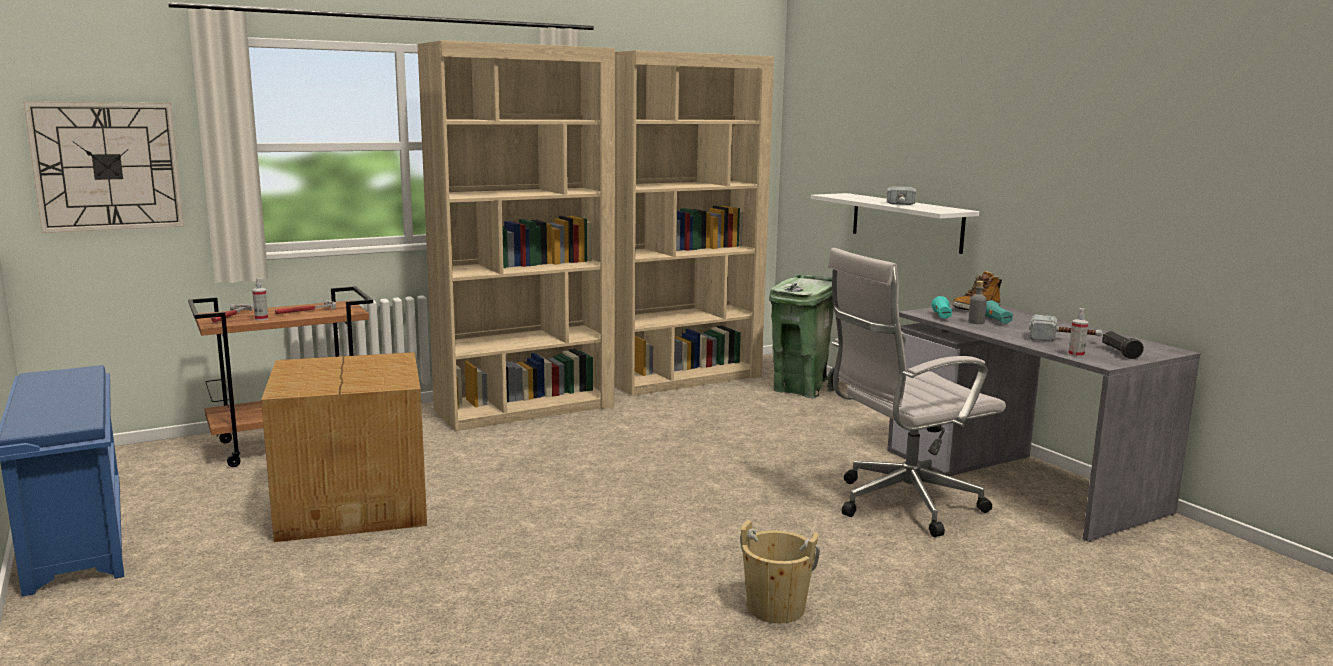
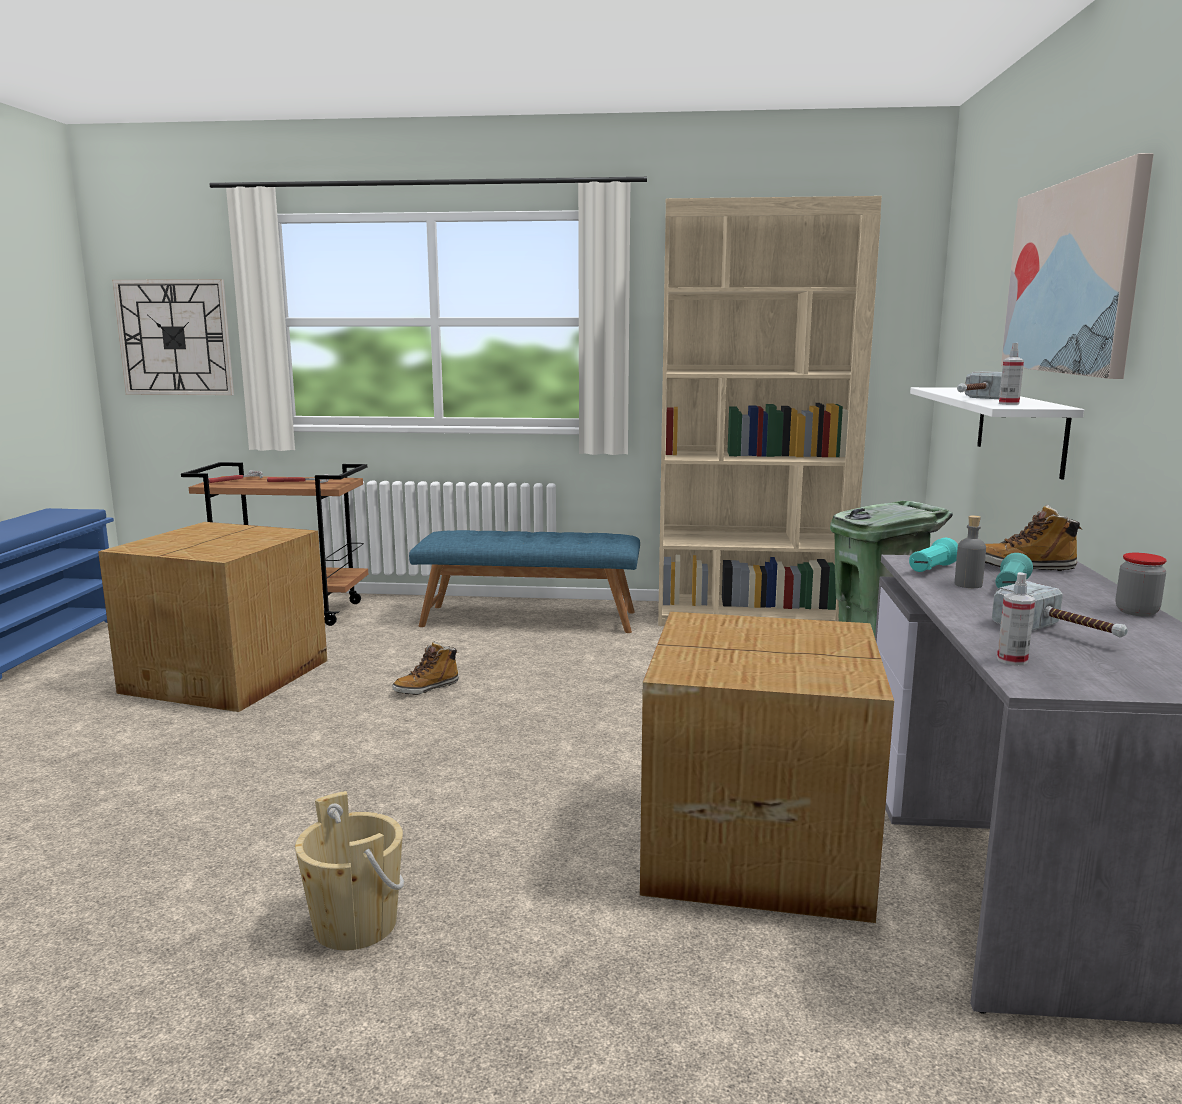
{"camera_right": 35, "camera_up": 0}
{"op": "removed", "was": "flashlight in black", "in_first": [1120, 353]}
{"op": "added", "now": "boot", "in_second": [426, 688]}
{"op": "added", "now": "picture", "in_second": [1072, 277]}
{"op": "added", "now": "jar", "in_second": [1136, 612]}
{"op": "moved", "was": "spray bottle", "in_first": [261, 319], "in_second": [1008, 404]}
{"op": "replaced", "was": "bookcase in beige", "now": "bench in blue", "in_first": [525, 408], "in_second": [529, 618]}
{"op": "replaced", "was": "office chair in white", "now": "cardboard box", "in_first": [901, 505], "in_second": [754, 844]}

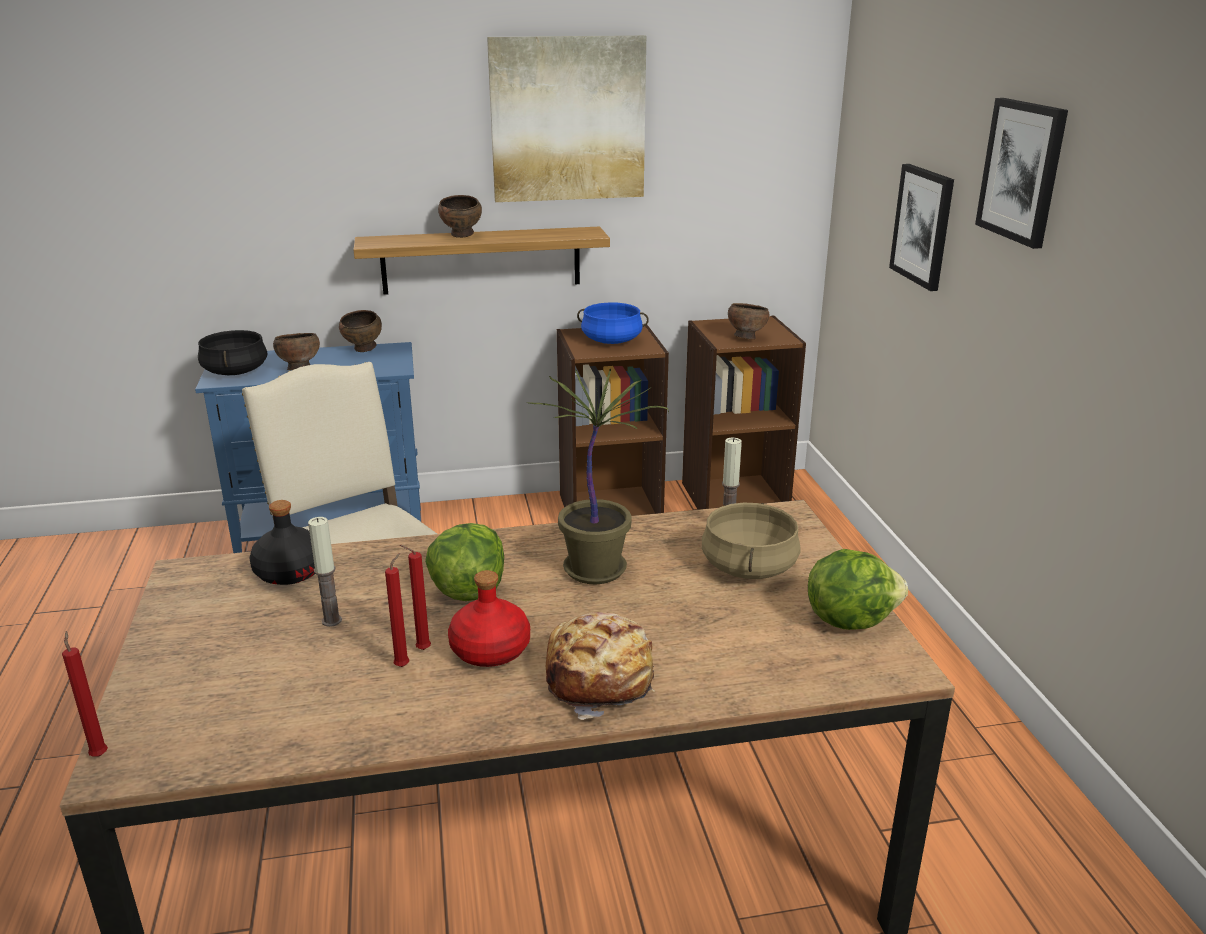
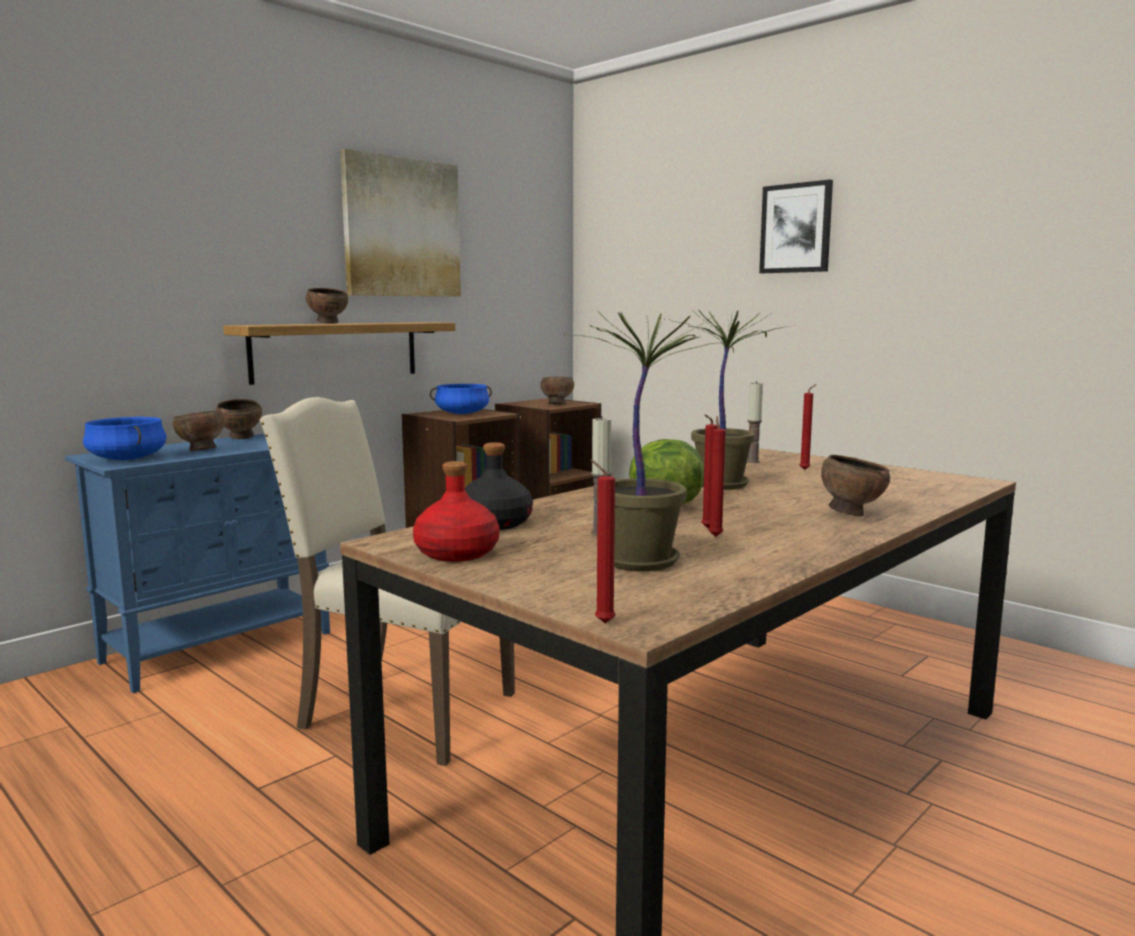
{"camera_right": -35, "camera_up": -15}
{"op": "removed", "was": "lettuce", "in_first": [849, 619]}
{"op": "removed", "was": "picture", "in_first": [923, 226]}
{"op": "added", "now": "potted plant", "in_second": [643, 561]}
{"op": "moved", "was": "bottle in red", "in_first": [490, 650], "in_second": [457, 553]}
{"op": "replaced", "was": "bread", "now": "bowl in brown", "in_first": [601, 679], "in_second": [851, 514]}
{"op": "replaced", "was": "cooking pot in beige", "now": "candle in red", "in_first": [749, 567], "in_second": [806, 469]}
{"op": "recoloured", "was": "cooking pot in black", "now": "cooking pot in blue", "in_first": [235, 371], "in_second": [126, 459]}

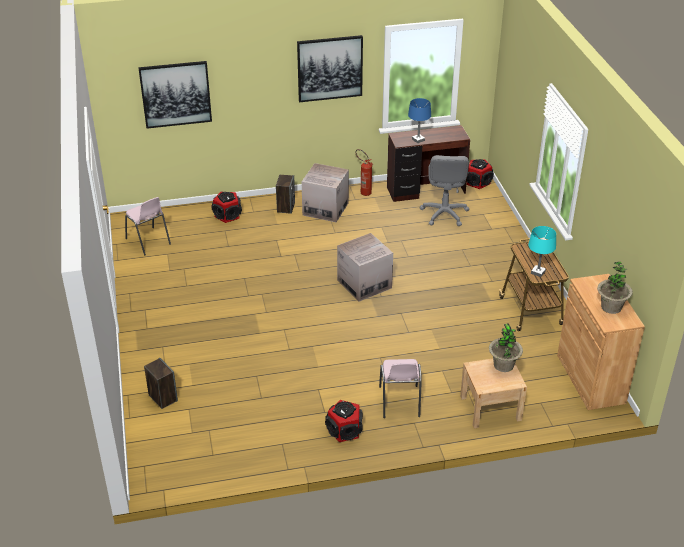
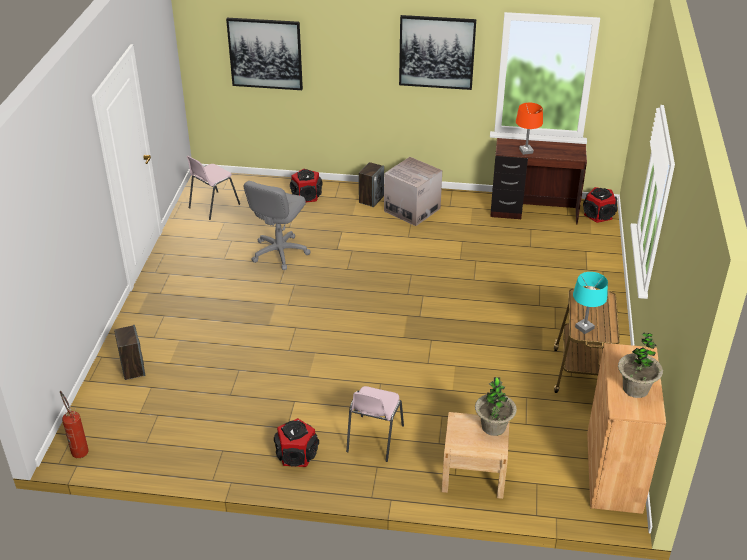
{"camera_right": 20, "camera_up": 0}
{"op": "removed", "was": "cardboard box", "in_first": [364, 284]}
{"op": "moved", "was": "fire extinguisher", "in_first": [363, 192], "in_second": [78, 449]}
{"op": "moved", "was": "office chair in grey", "in_first": [444, 214], "in_second": [279, 252]}
{"op": "recoloured", "was": "table lamp in blue", "now": "table lamp in orange", "in_first": [418, 140], "in_second": [526, 151]}
{"op": "turned", "was": "chair in pink", "in_first": [148, 241], "in_second": [213, 206], "clockwise": 60}

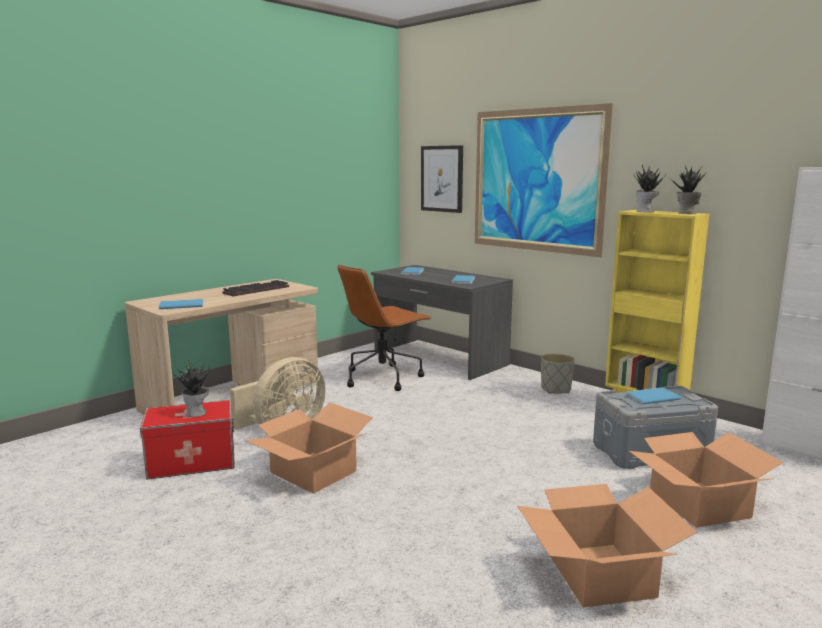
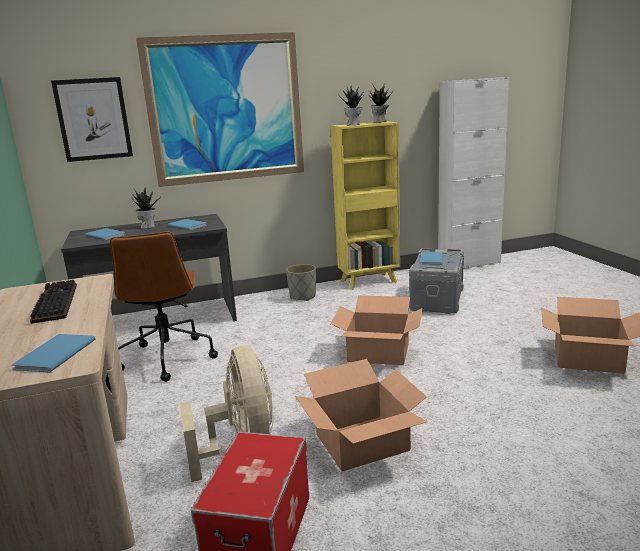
{"camera_right": -60, "camera_up": 5}
{"op": "moved", "was": "potted plant", "in_first": [197, 413], "in_second": [148, 226]}
{"op": "moved", "was": "cardboard box", "in_first": [698, 504], "in_second": [378, 352]}

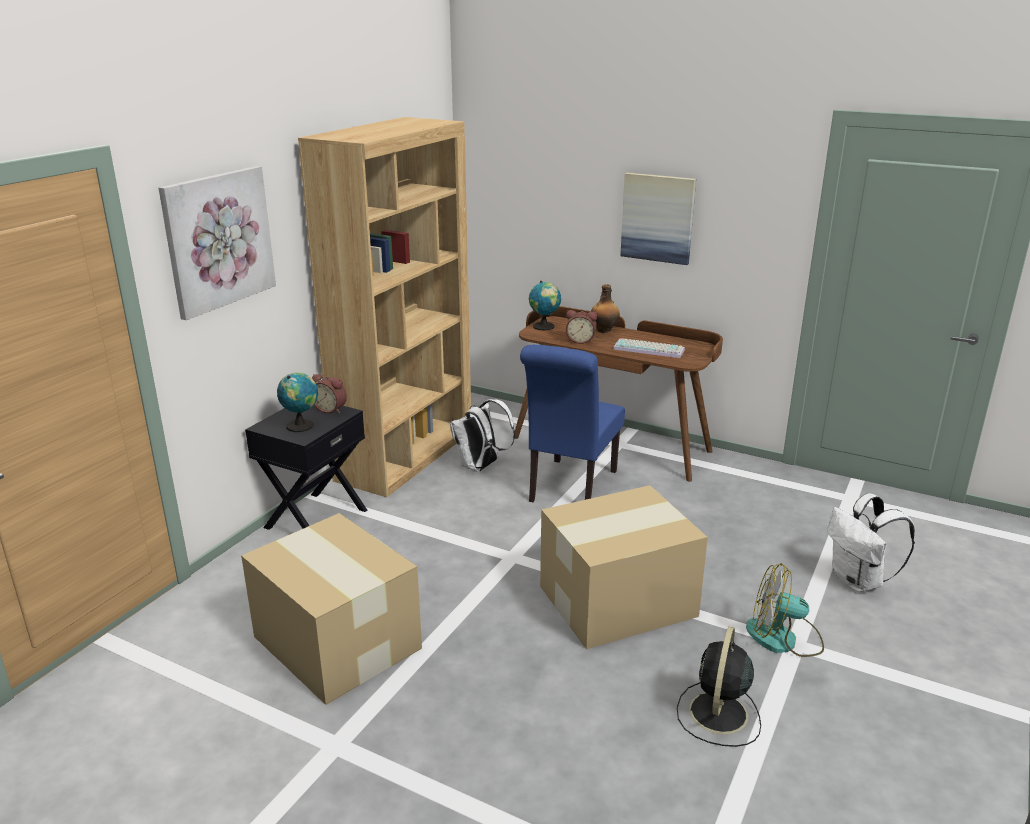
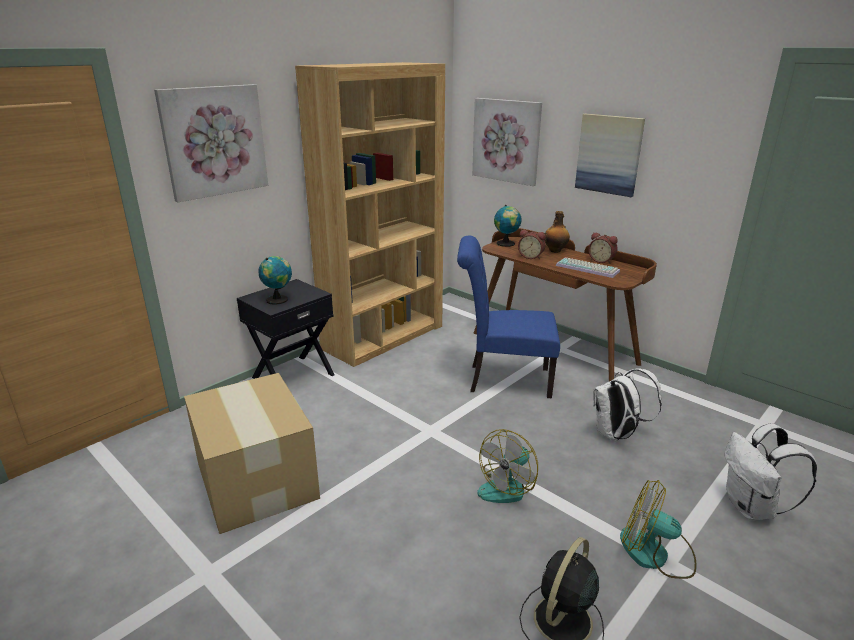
{"camera_right": 15, "camera_up": 0}
{"op": "added", "now": "picture", "in_second": [506, 141]}
{"op": "moved", "was": "alarm clock", "in_first": [331, 409], "in_second": [602, 260]}
{"op": "moved", "was": "backpack in white", "in_first": [480, 467], "in_second": [616, 434]}
{"op": "replaced", "was": "cardboard box", "now": "fan", "in_first": [619, 601], "in_second": [508, 486]}
{"op": "turned", "was": "chair in blue", "in_first": [570, 488], "in_second": [503, 380], "clockwise": 60}

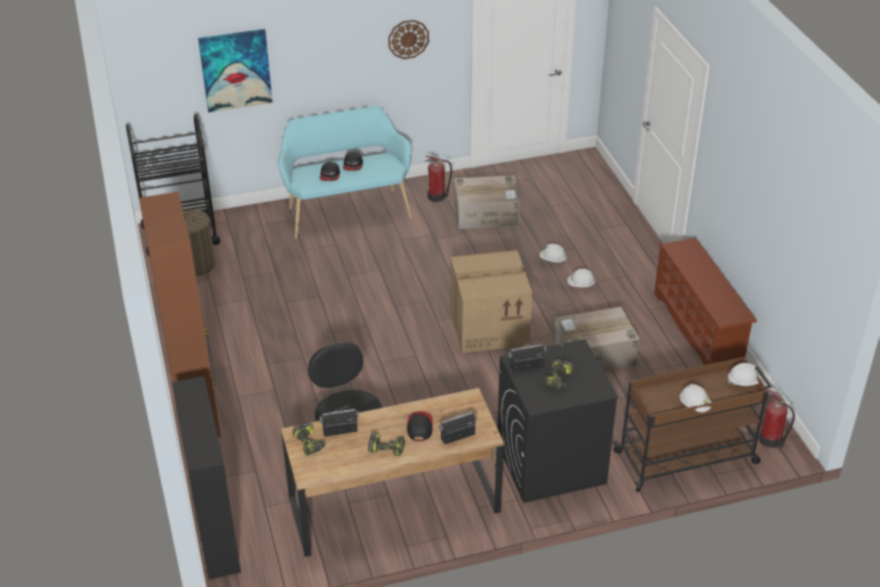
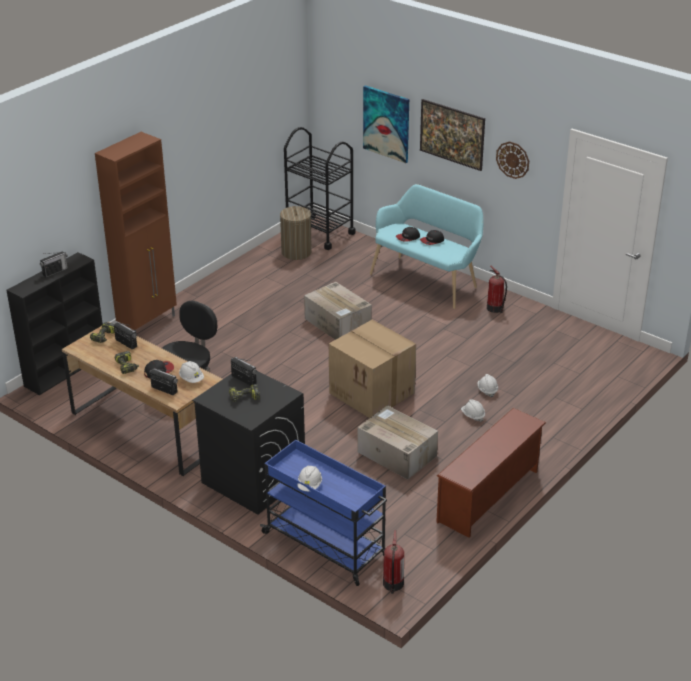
{"camera_right": 55, "camera_up": -5}
{"op": "added", "now": "radio", "in_second": [55, 272]}
{"op": "added", "now": "picture", "in_second": [451, 147]}
{"op": "moved", "was": "cardboard box", "in_first": [487, 214], "in_second": [338, 323]}
{"op": "moved", "was": "hard hat in white", "in_first": [743, 382], "in_second": [191, 379]}
{"op": "recoloured", "was": "cart in brown", "now": "cart in blue", "in_first": [687, 457], "in_second": [327, 545]}

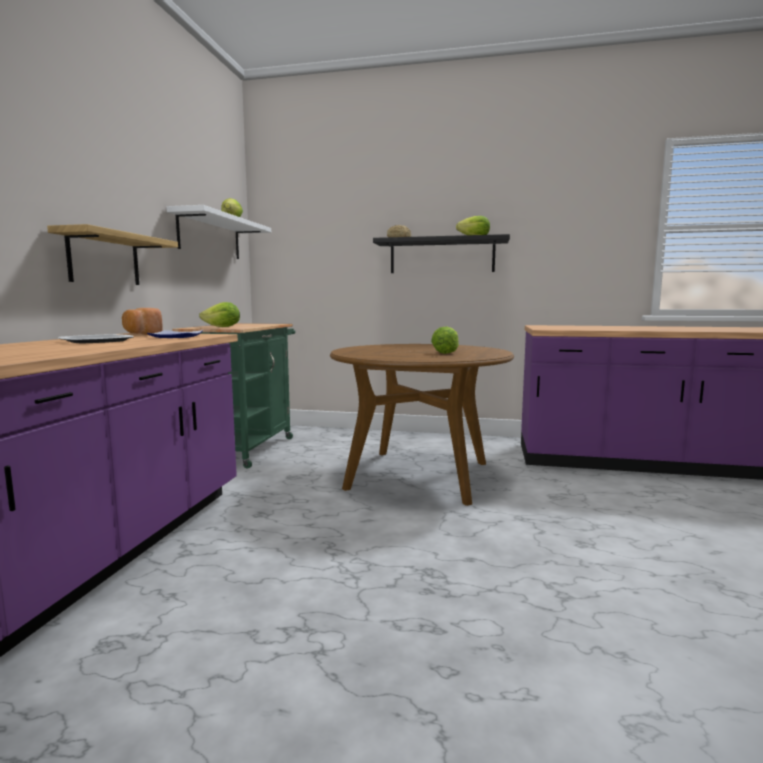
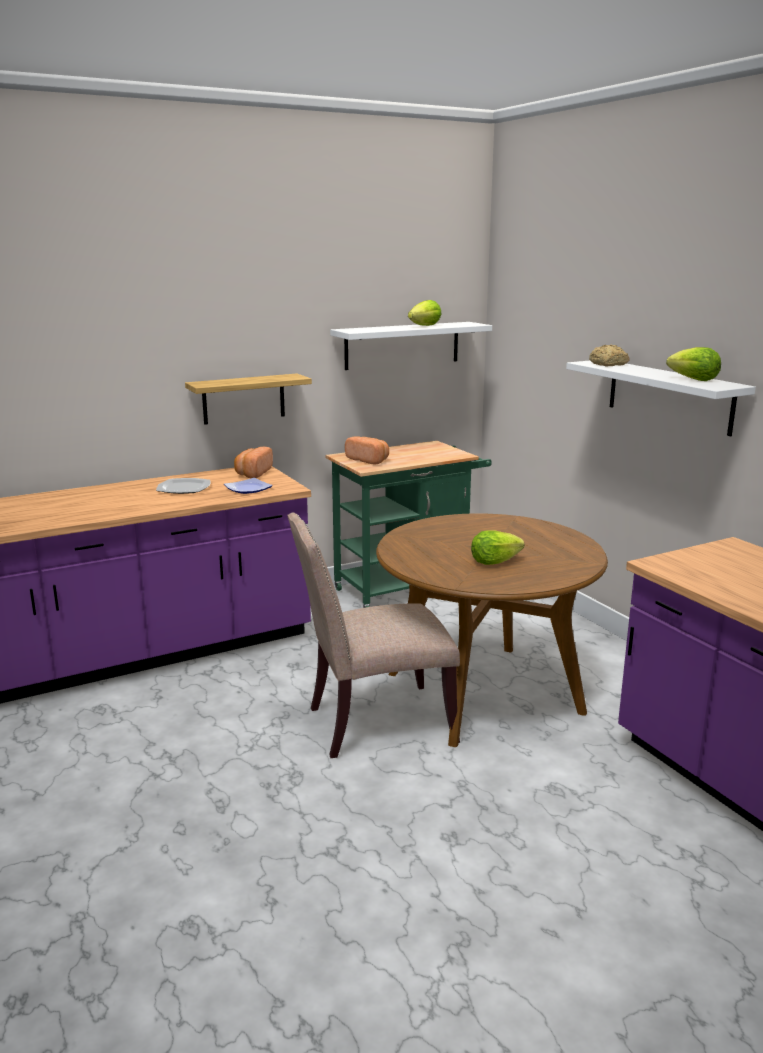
{"camera_right": 50, "camera_up": 10}
{"op": "added", "now": "chair in beige", "in_second": [374, 724]}
{"op": "replaced", "was": "lettuce", "now": "bread", "in_first": [222, 327], "in_second": [369, 460]}
{"op": "recoloured", "was": "shelf in black", "now": "shelf in white", "in_first": [442, 256], "in_second": [669, 396]}

